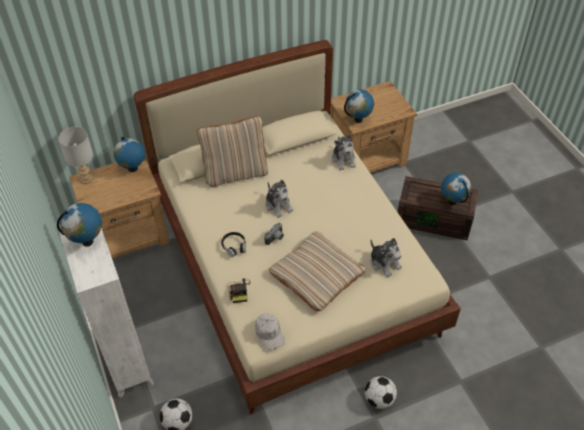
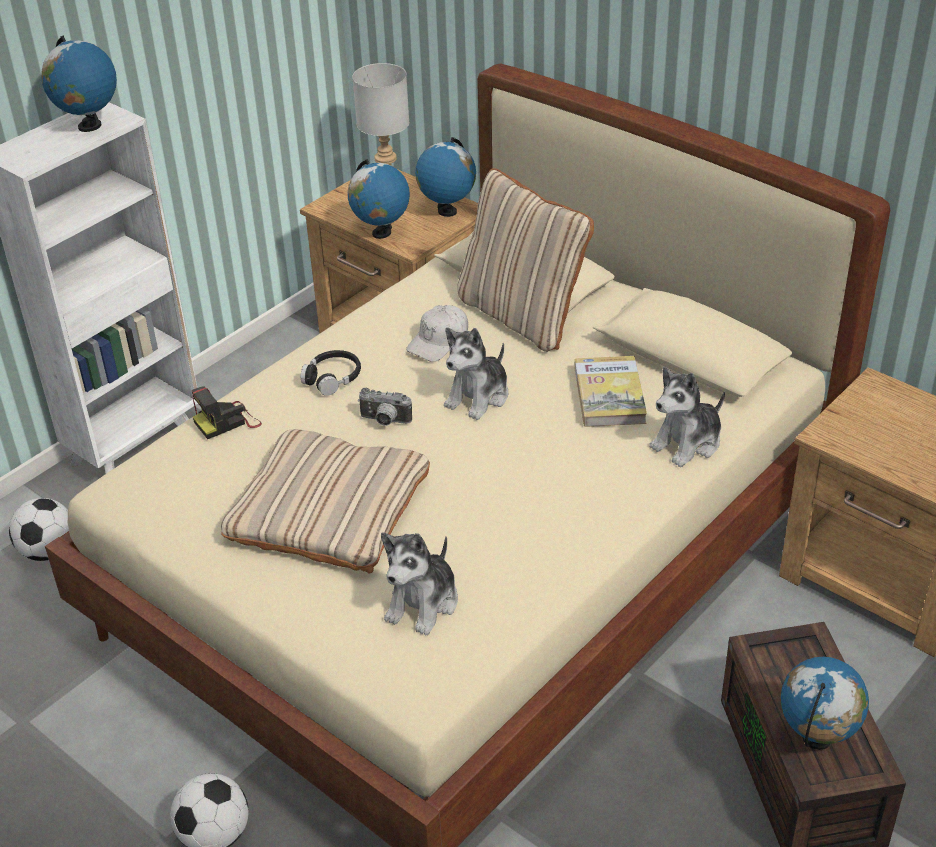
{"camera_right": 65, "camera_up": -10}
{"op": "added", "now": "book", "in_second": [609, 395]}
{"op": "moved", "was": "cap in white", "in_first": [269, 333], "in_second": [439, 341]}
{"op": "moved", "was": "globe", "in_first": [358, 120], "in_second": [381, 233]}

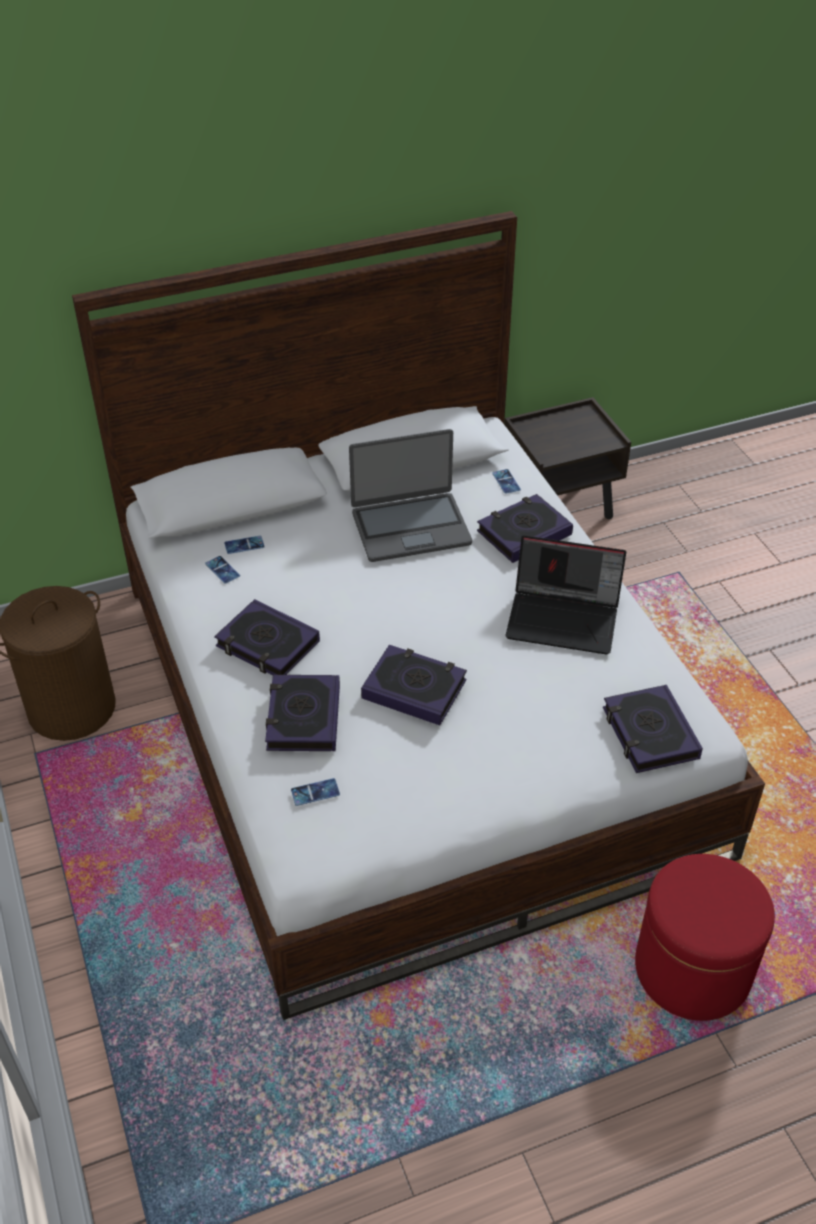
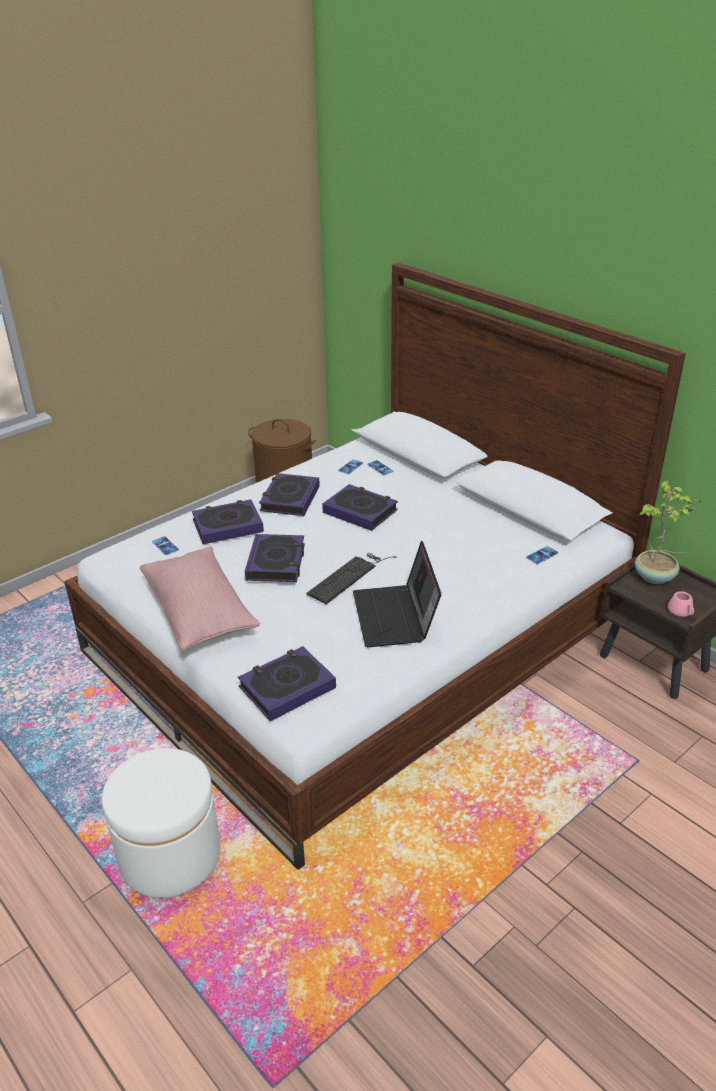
{"camera_right": 70, "camera_up": -10}
{"op": "removed", "was": "laptop", "in_first": [410, 527]}
{"op": "added", "now": "pillow in pink", "in_second": [199, 612]}
{"op": "added", "now": "keyboard", "in_second": [349, 576]}
{"op": "added", "now": "potted plant", "in_second": [655, 577]}
{"op": "added", "now": "mug in pink", "in_second": [681, 612]}
{"op": "moved", "was": "book", "in_first": [524, 533], "in_second": [360, 511]}
{"op": "recoloured", "was": "ottoman in red", "now": "ottoman in white", "in_first": [692, 969], "in_second": [170, 855]}

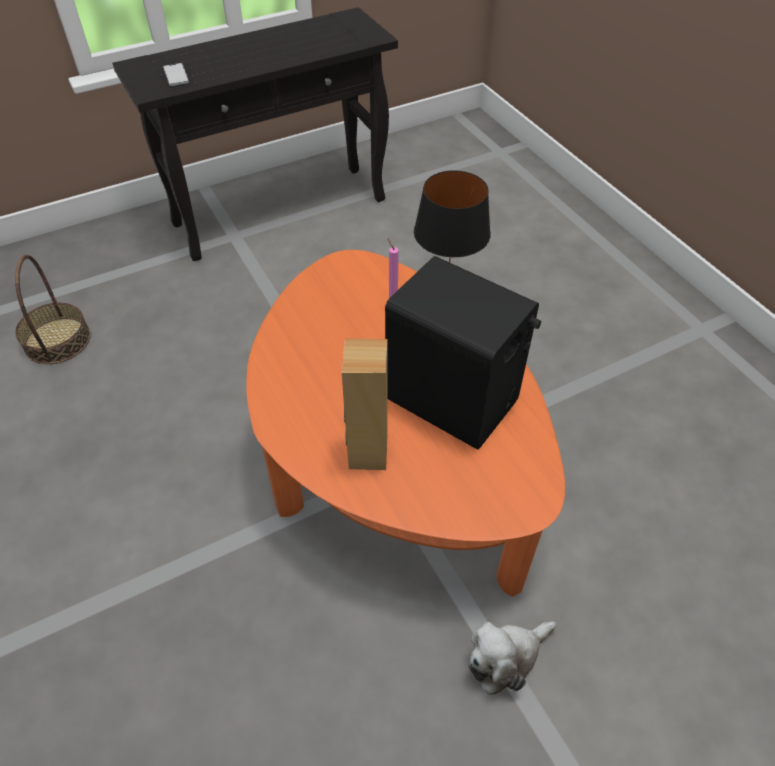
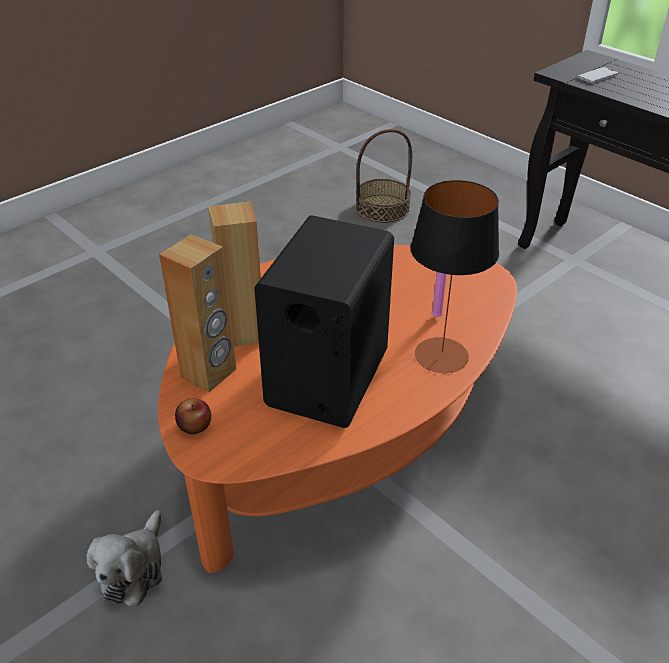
{"camera_right": 75, "camera_up": -10}
{"op": "added", "now": "speaker in brown", "in_second": [209, 373]}
{"op": "added", "now": "apple", "in_second": [195, 425]}
{"op": "turned", "was": "plush toy", "in_first": [506, 658], "in_second": [134, 568], "clockwise": -120}

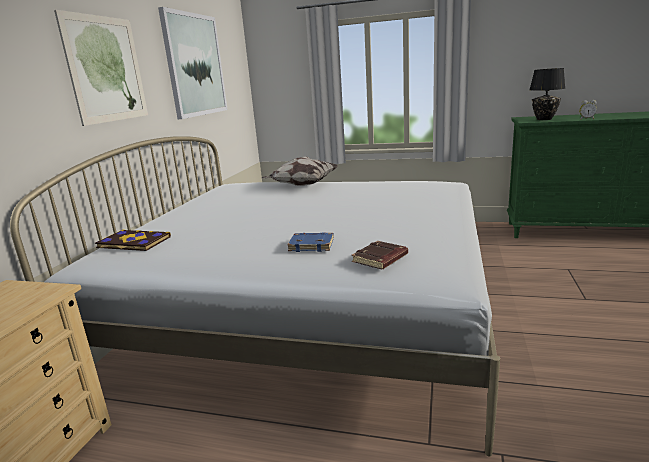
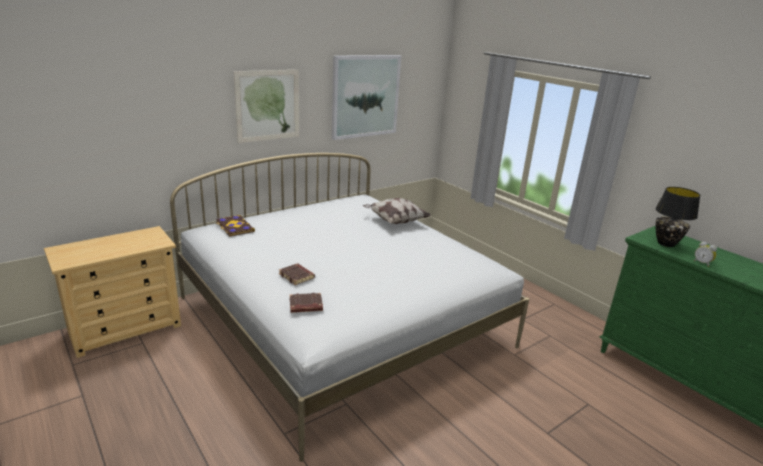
{"camera_right": 35, "camera_up": 5}
{"op": "recoloured", "was": "book in blue", "now": "book in brown", "in_first": [312, 245], "in_second": [297, 276]}

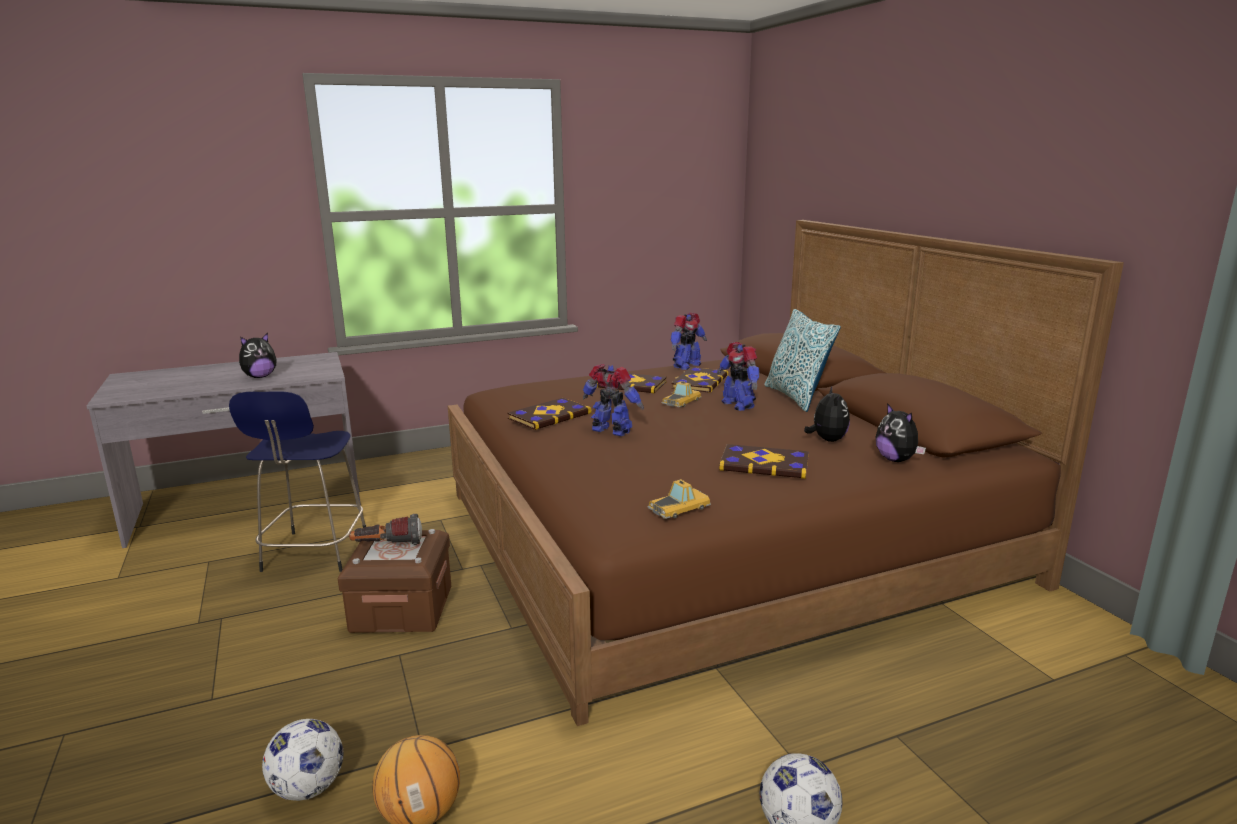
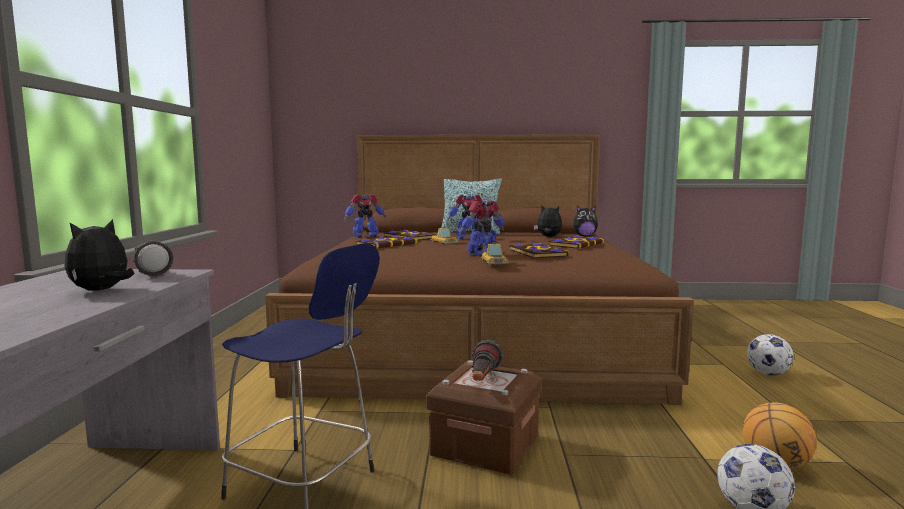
{"camera_right": -65, "camera_up": -10}
{"op": "added", "now": "flashlight", "in_second": [148, 271]}
{"op": "moved", "was": "book", "in_first": [549, 416], "in_second": [536, 253]}
{"op": "moved", "was": "toy car", "in_first": [680, 508], "in_second": [494, 261]}
{"op": "turned", "was": "plush toy", "in_first": [260, 377], "in_second": [101, 290], "clockwise": -135}
{"op": "turned", "was": "toy robot", "in_first": [686, 366], "in_second": [365, 236], "clockwise": 90}

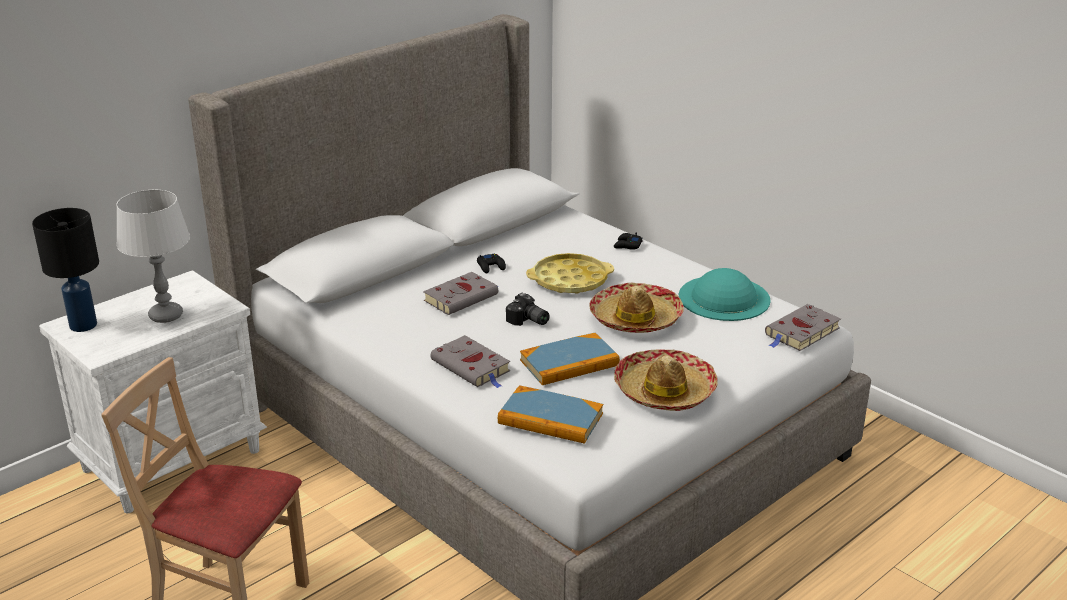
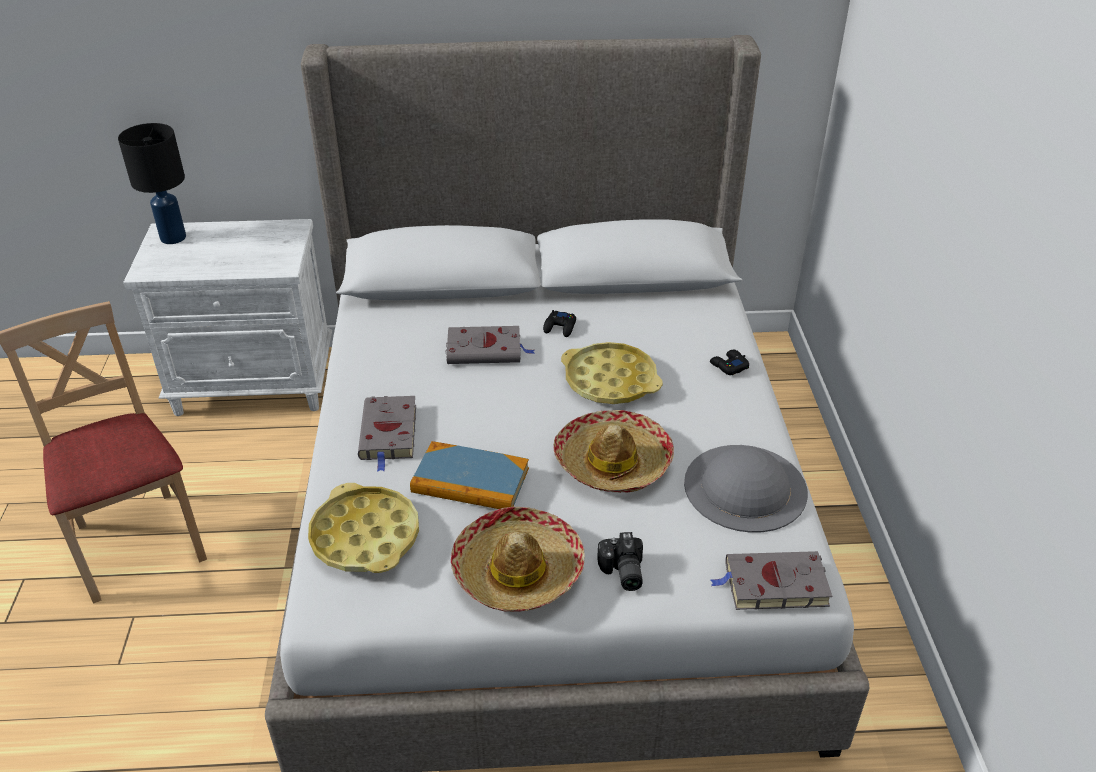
{"camera_right": 40, "camera_up": 10}
{"op": "removed", "was": "table lamp in grey", "in_first": [165, 315]}
{"op": "moved", "was": "photo camera", "in_first": [528, 321], "in_second": [621, 572]}
{"op": "replaced", "was": "book", "now": "tray in yellow", "in_first": [550, 419], "in_second": [365, 536]}
{"op": "recoloured", "was": "hat in turquoise", "now": "hat in grey", "in_first": [724, 298], "in_second": [745, 487]}

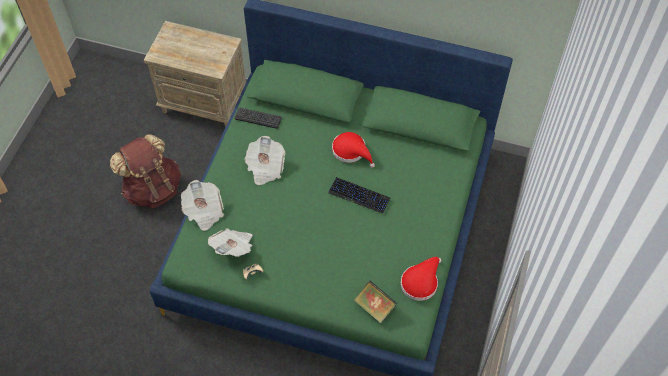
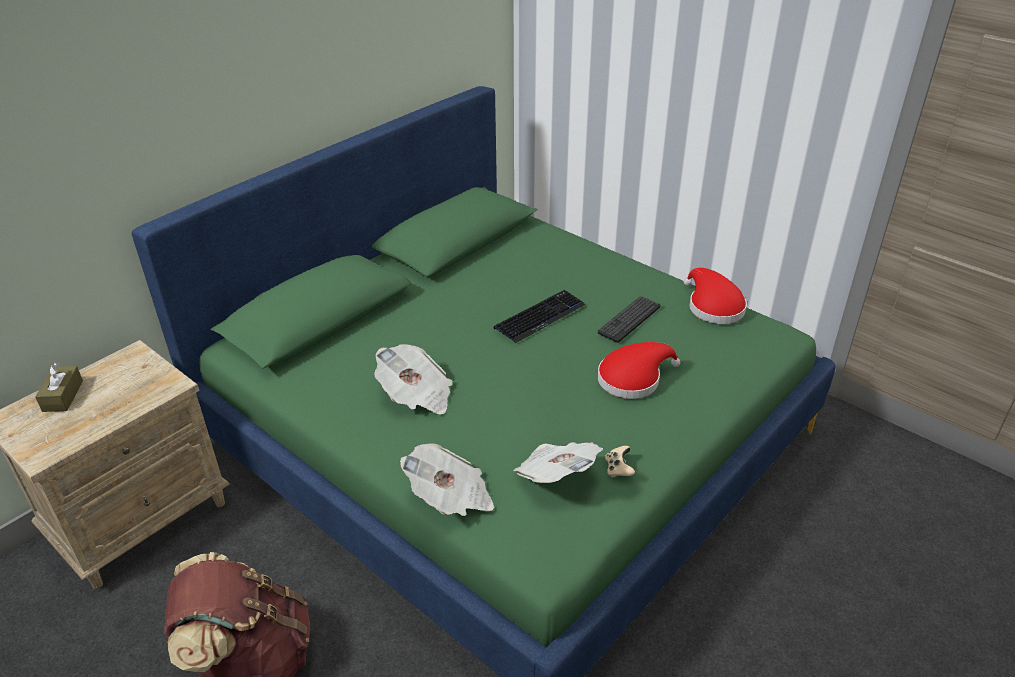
{"camera_right": -65, "camera_up": -20}
{"op": "removed", "was": "book", "in_first": [374, 307]}
{"op": "added", "now": "tissue box in brown", "in_second": [63, 396]}
{"op": "moved", "was": "keyboard", "in_first": [258, 118], "in_second": [629, 319]}
{"op": "moved", "was": "hat in red", "in_first": [351, 151], "in_second": [633, 378]}

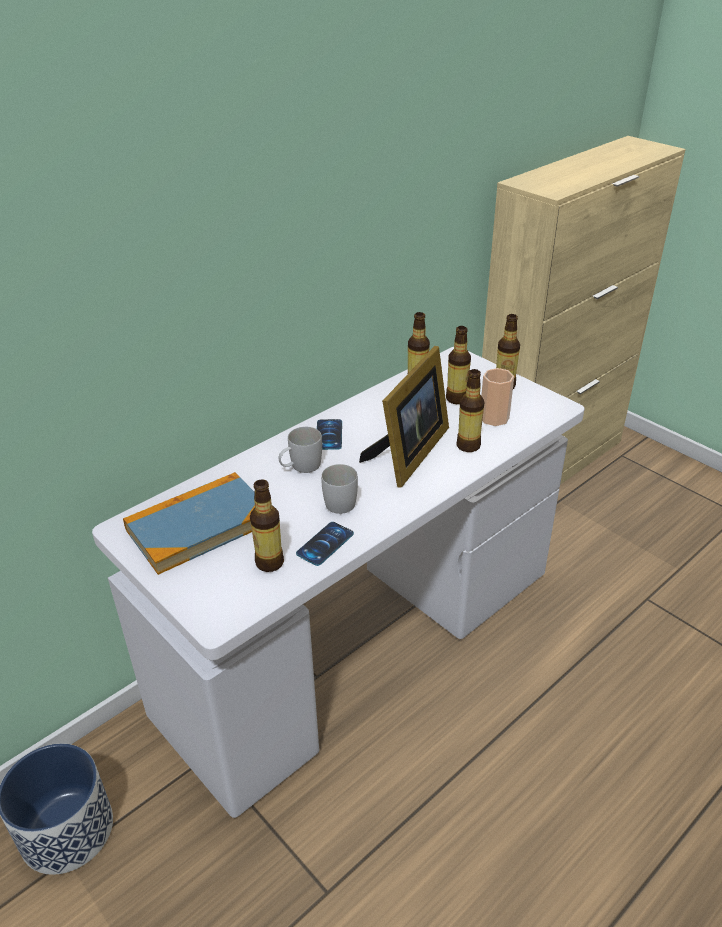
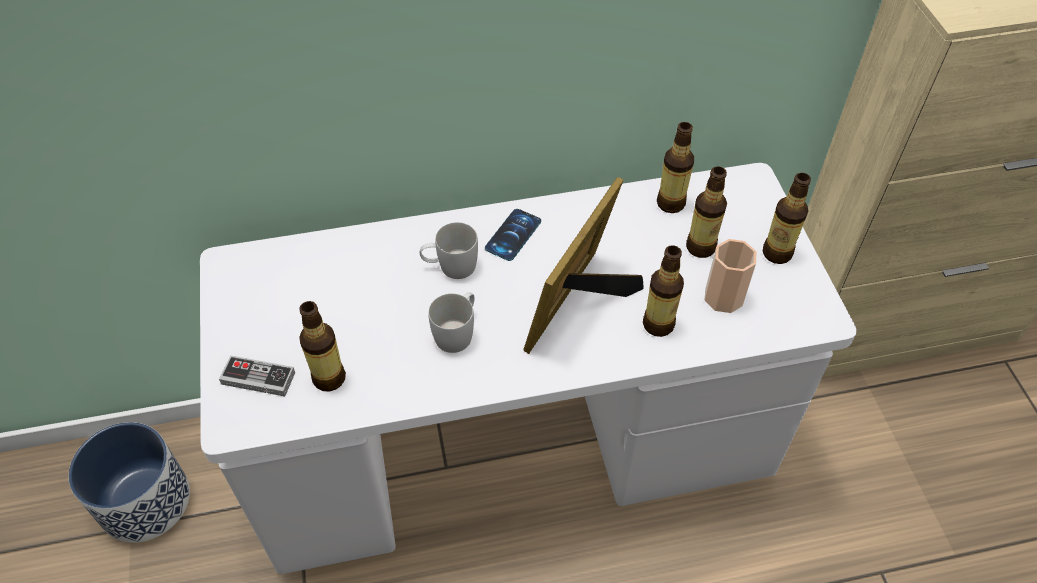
{"camera_right": 30, "camera_up": 15}
{"op": "removed", "was": "book", "in_first": [199, 526]}
{"op": "removed", "was": "phone", "in_first": [325, 544]}
{"op": "added", "now": "game controller", "in_second": [258, 378]}
{"op": "turned", "was": "picture frame", "in_first": [409, 454], "in_second": [580, 304], "clockwise": 150}

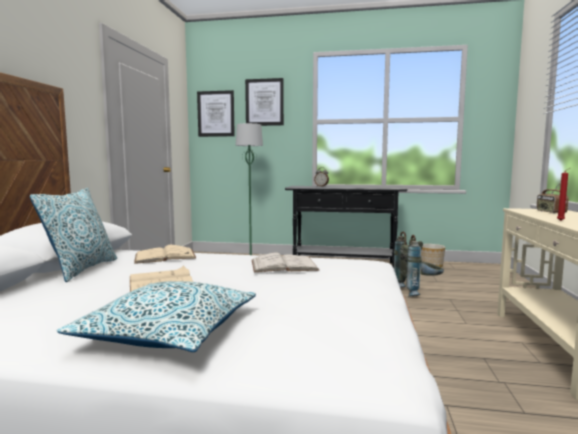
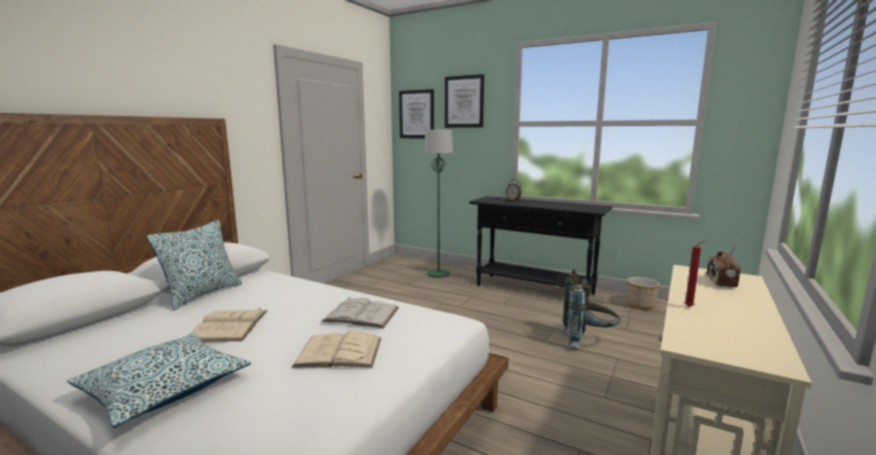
{"camera_right": 20, "camera_up": 5}
{"op": "moved", "was": "book in beige", "in_first": [165, 256], "in_second": [339, 352]}

